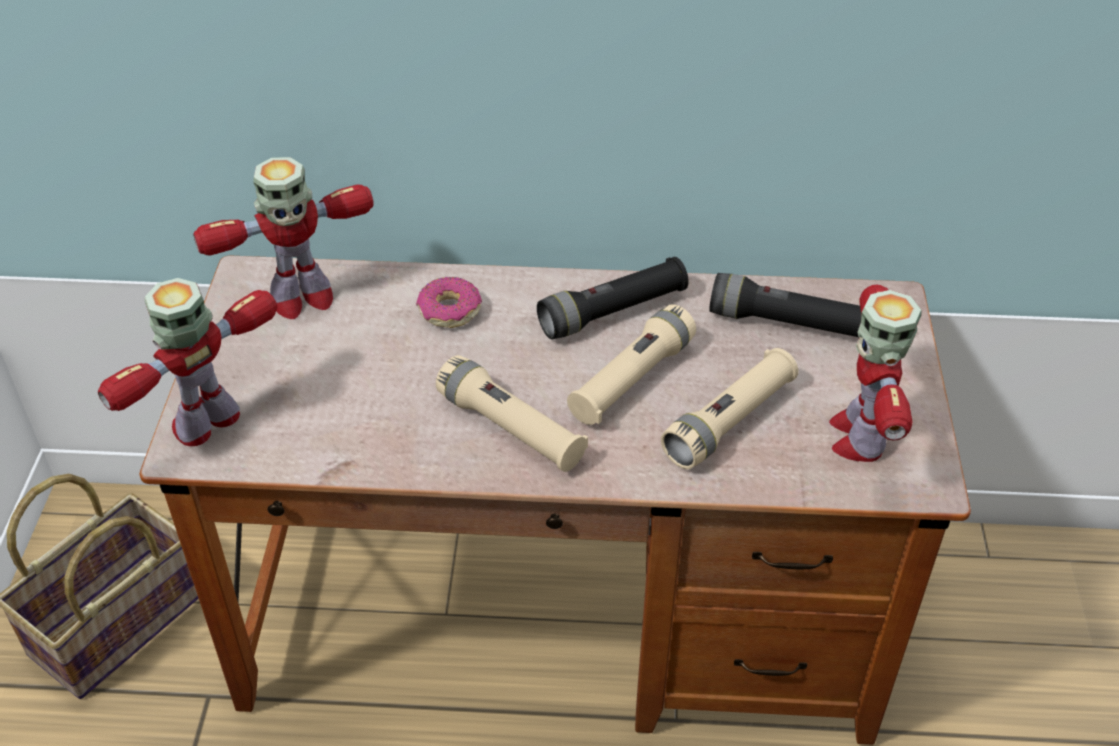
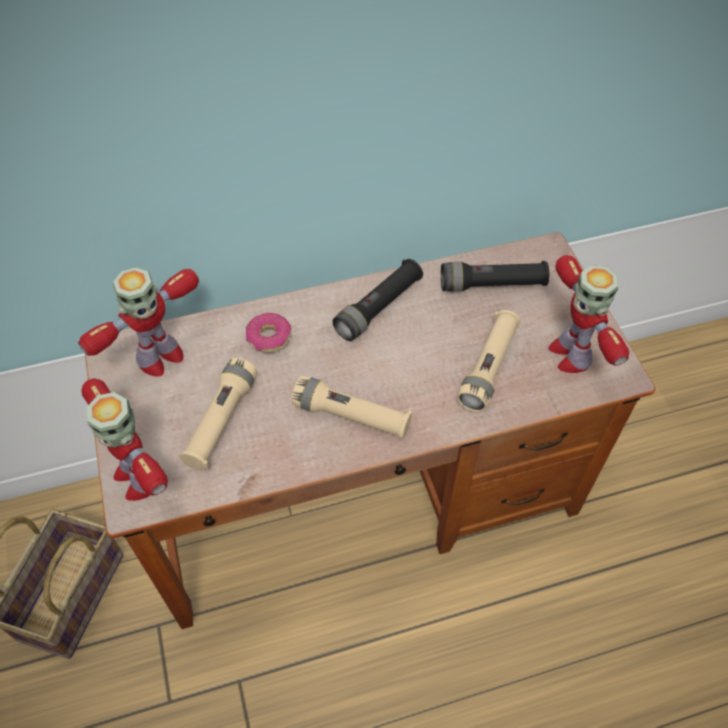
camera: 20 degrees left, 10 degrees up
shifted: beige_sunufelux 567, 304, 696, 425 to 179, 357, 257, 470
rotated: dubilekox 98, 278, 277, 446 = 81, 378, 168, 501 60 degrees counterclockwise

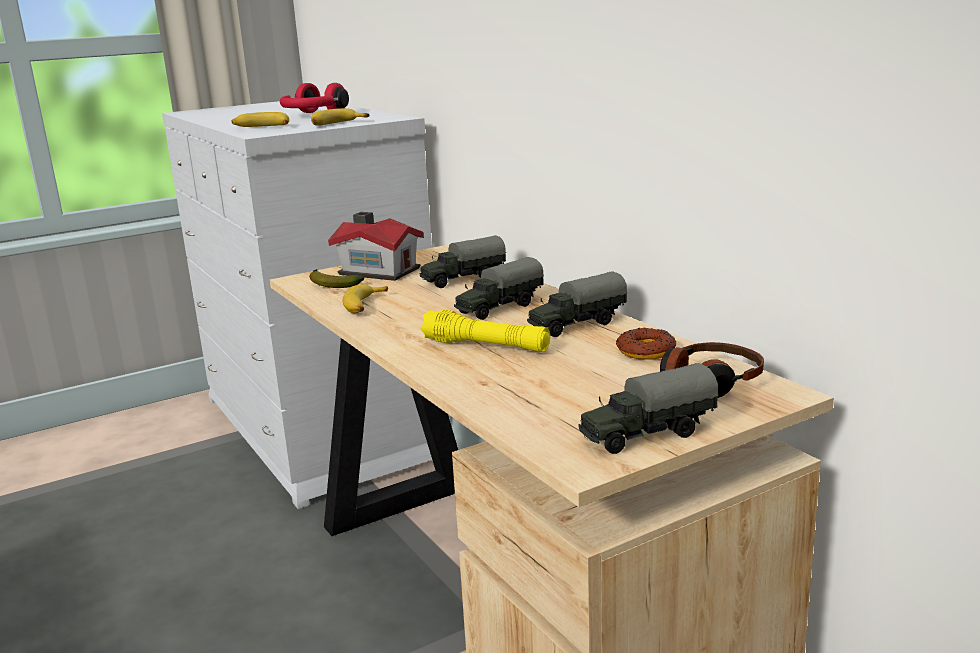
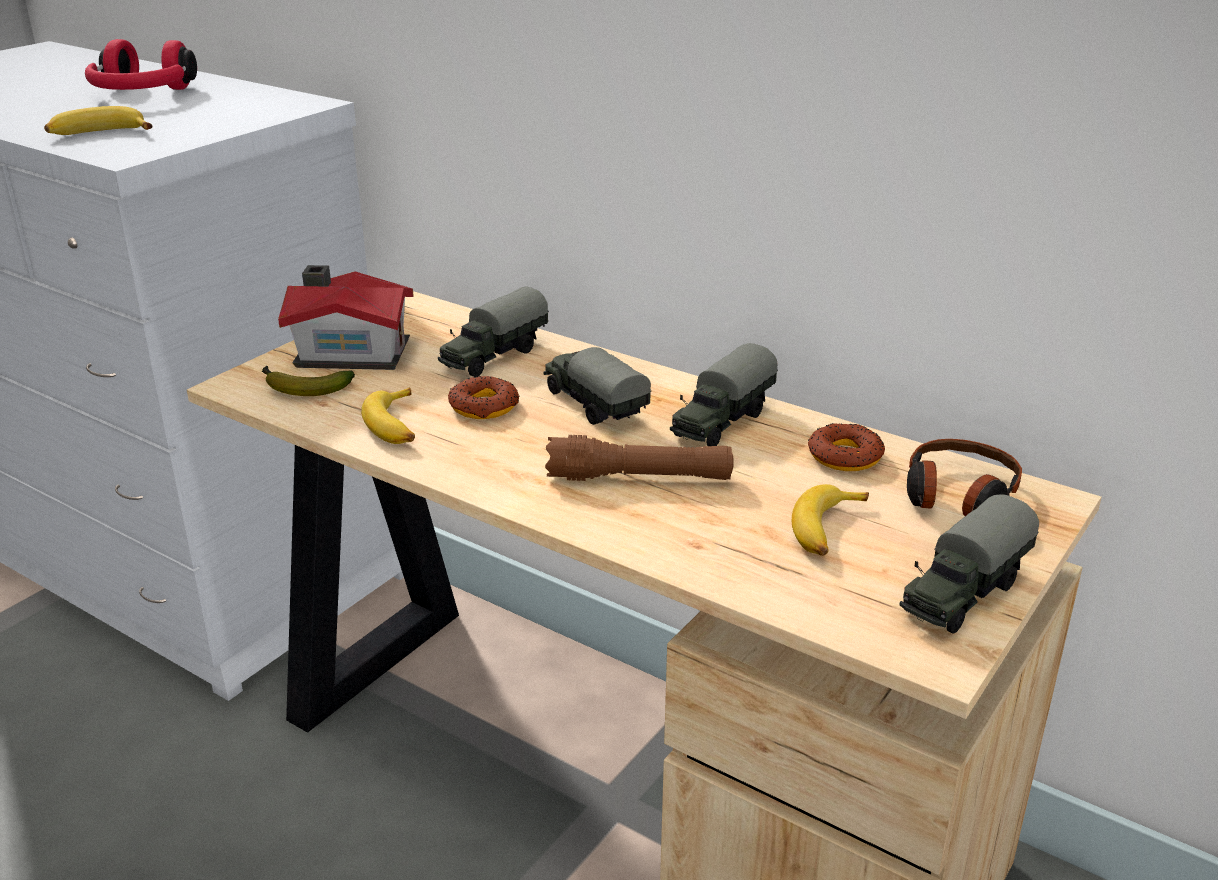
camera: 25 degrees left, 10 degrees up
new: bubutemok 448, 376, 520, 419
shifted: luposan 311, 108, 370, 126 to 792, 484, 869, 556
repainted: yellow_sunufelux 420, 309, 550, 352 to brown_sunufelux 545, 435, 734, 481
rotated: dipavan 454, 257, 544, 320 = 544, 347, 651, 425 120 degrees clockwise

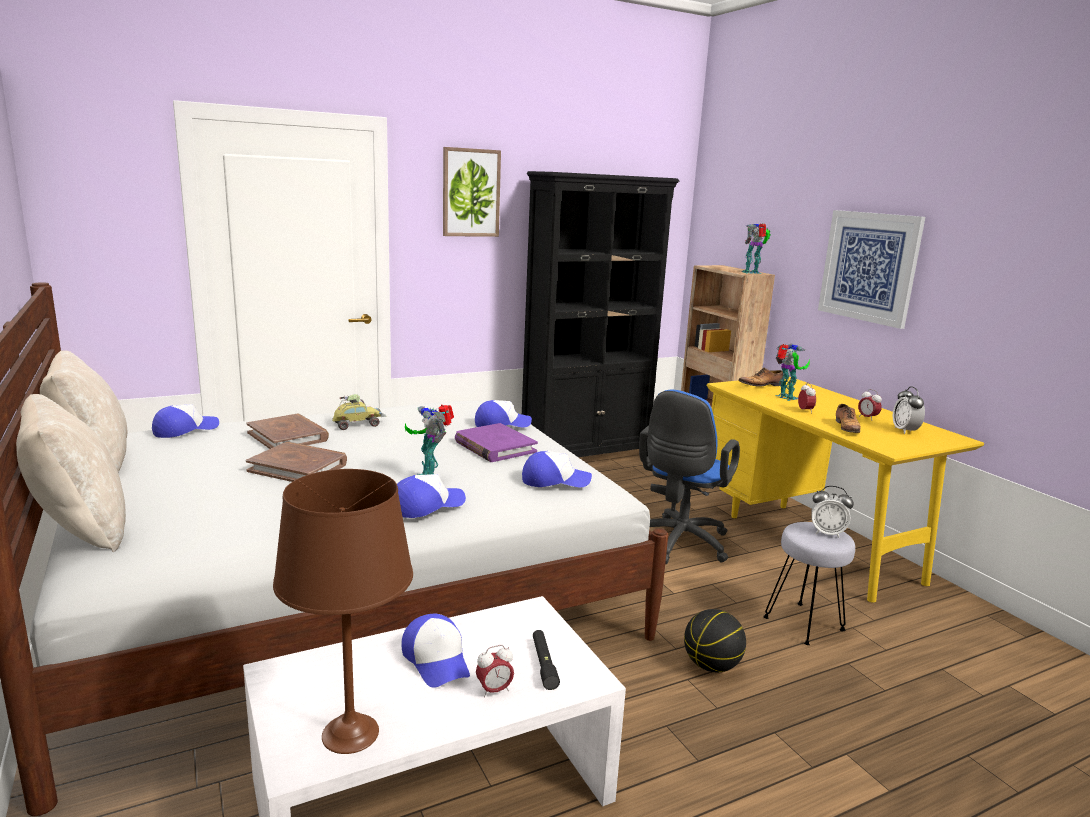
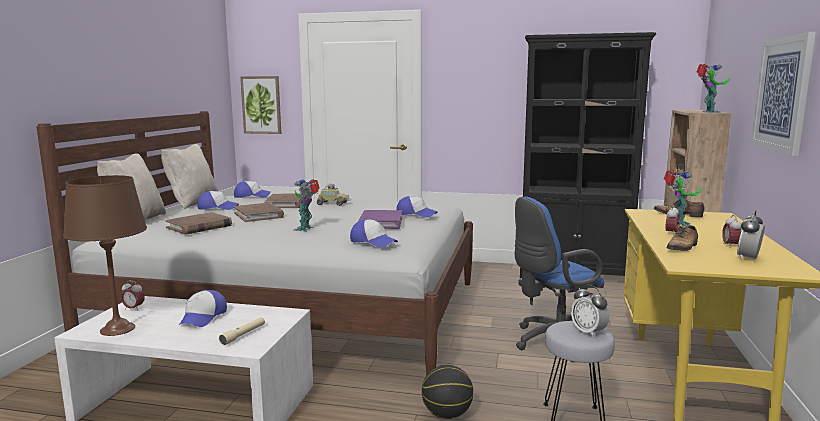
camera: 40 degrees right, 5 degrees down
new: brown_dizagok 165, 212, 232, 235
shifted: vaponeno 443, 147, 501, 237 to 240, 76, 282, 134; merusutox 397, 474, 466, 518 to 197, 191, 239, 210; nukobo 476, 645, 514, 698 to 121, 281, 145, 310
repainted: black_sunufelux 533, 630, 560, 690 to beige_sunufelux 219, 317, 265, 346
rotated: dubilekox 741, 223, 771, 274 = 697, 64, 730, 113 75 degrees clockwise

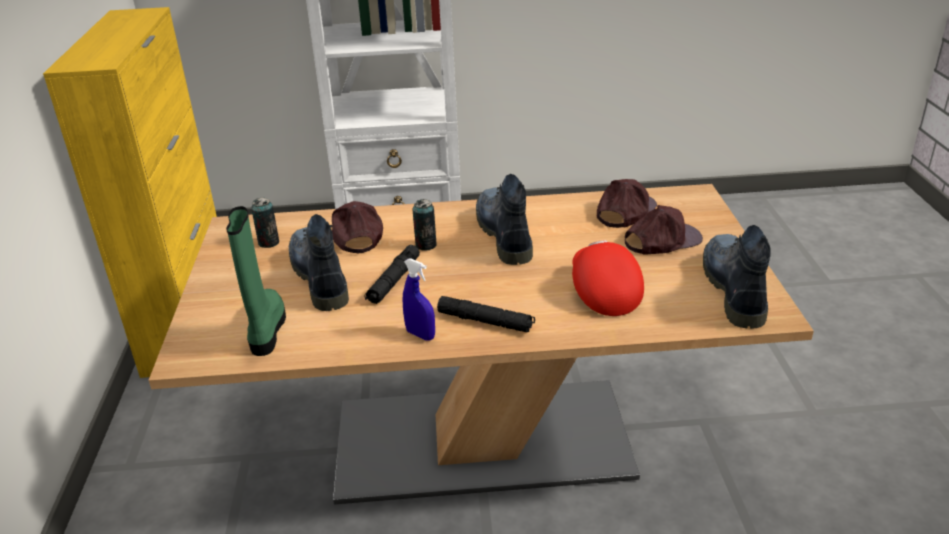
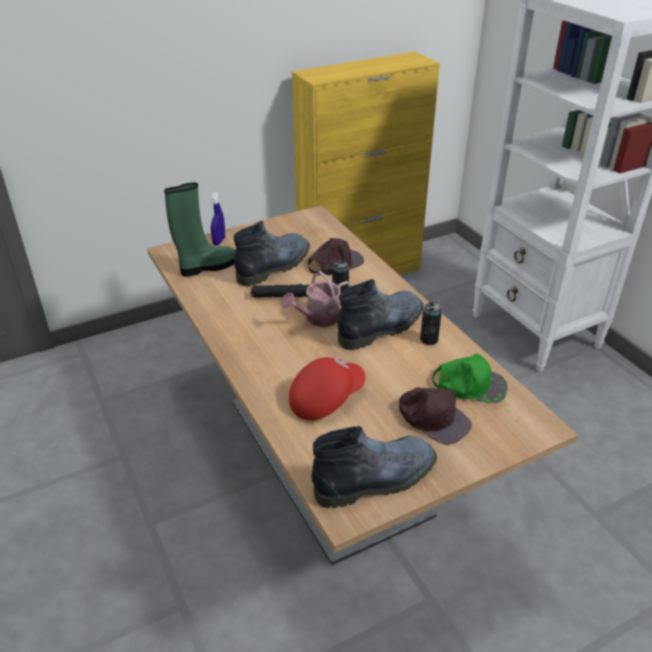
camera: 65 degrees right, 5 degrees up
gone: black_sunufelux 437, 296, 535, 332
new: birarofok 281, 271, 352, 327
shifted: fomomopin 251, 197, 279, 248 to 420, 302, 442, 345; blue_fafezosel 403, 258, 435, 341 to 210, 192, 225, 246
repainted: brown_merusutox 596, 179, 657, 228 to green_merusutox 432, 353, 508, 403

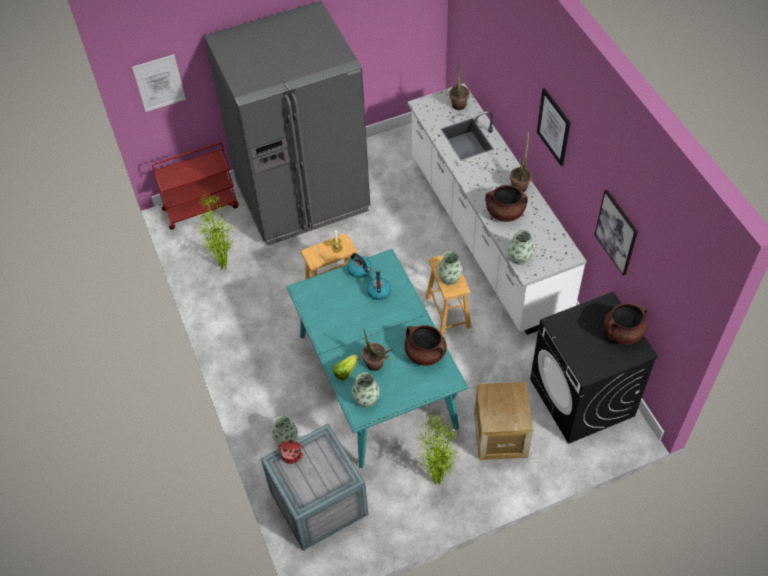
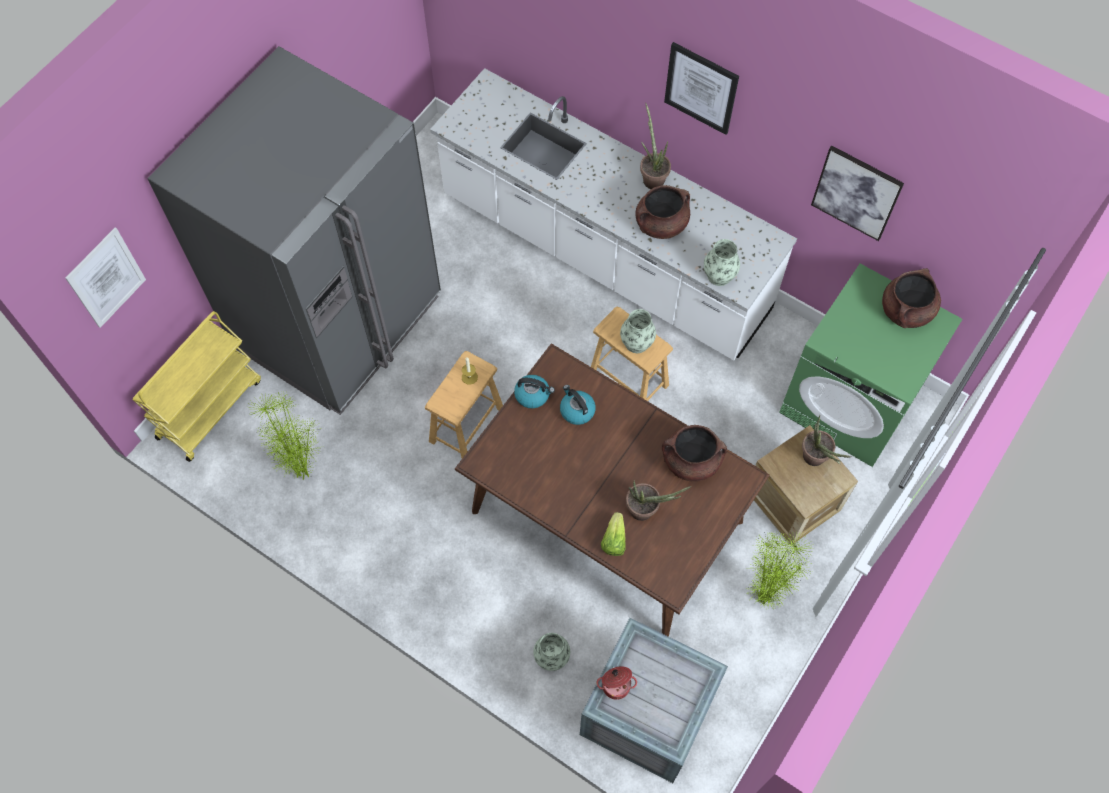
camera: 35 degrees left, 10 degrees up
gone: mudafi 352, 372, 380, 408
shifted: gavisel 449, 62, 470, 110 to 802, 415, 851, 466
repainted: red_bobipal 152, 142, 239, 230 to yellow_bobipal 132, 311, 261, 462; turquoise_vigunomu 286, 249, 468, 468 to brown_vigunomu 455, 343, 770, 637; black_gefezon 530, 291, 658, 444 to green_gefezon 779, 263, 962, 467

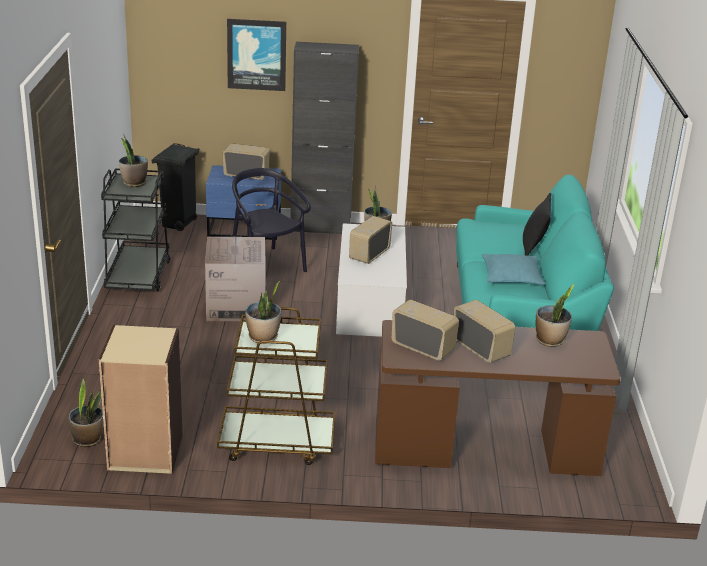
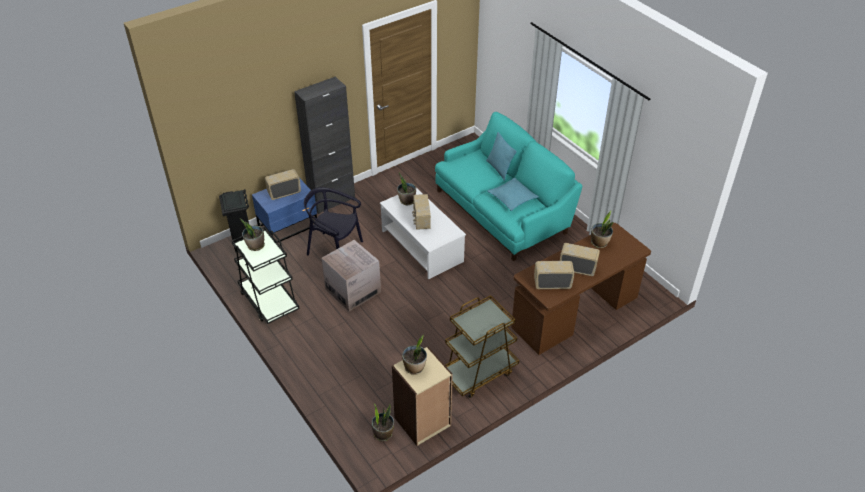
camera: 35 degrees left, 15 degrees up
gone: vaponeno 227, 19, 286, 91
shifted: gavisel 245, 281, 281, 344 to 402, 335, 427, 375
repainted: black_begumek 523, 193, 551, 256 to turquoise_begumek 486, 132, 517, 181

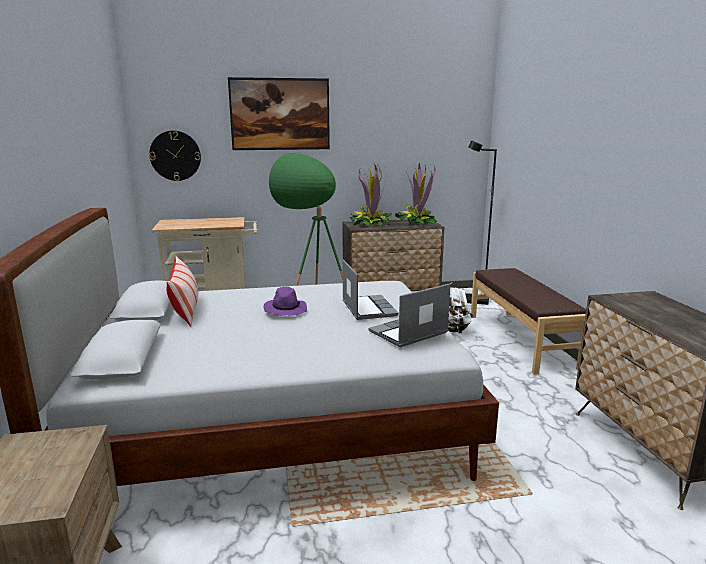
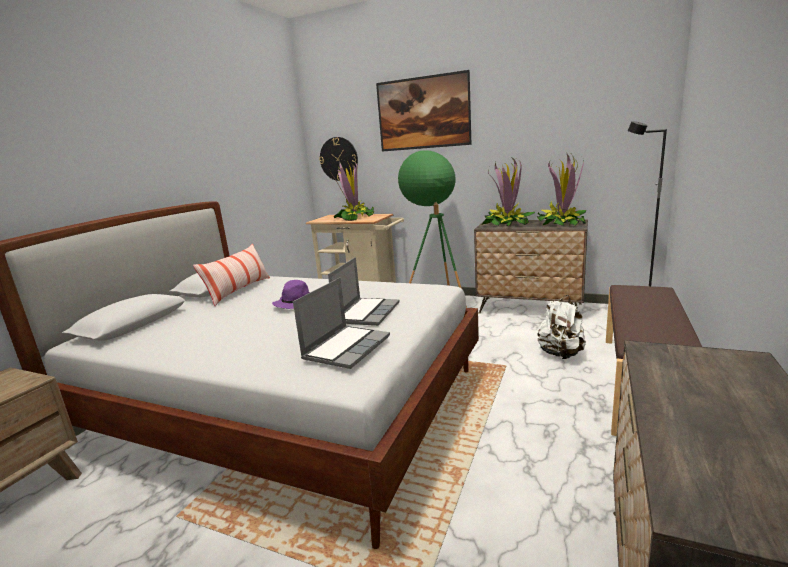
camera: 35 degrees right, 0 degrees up
new: gavisel 330, 159, 374, 221
rotated: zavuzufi 368, 283, 450, 347 = 293, 278, 390, 369 120 degrees clockwise

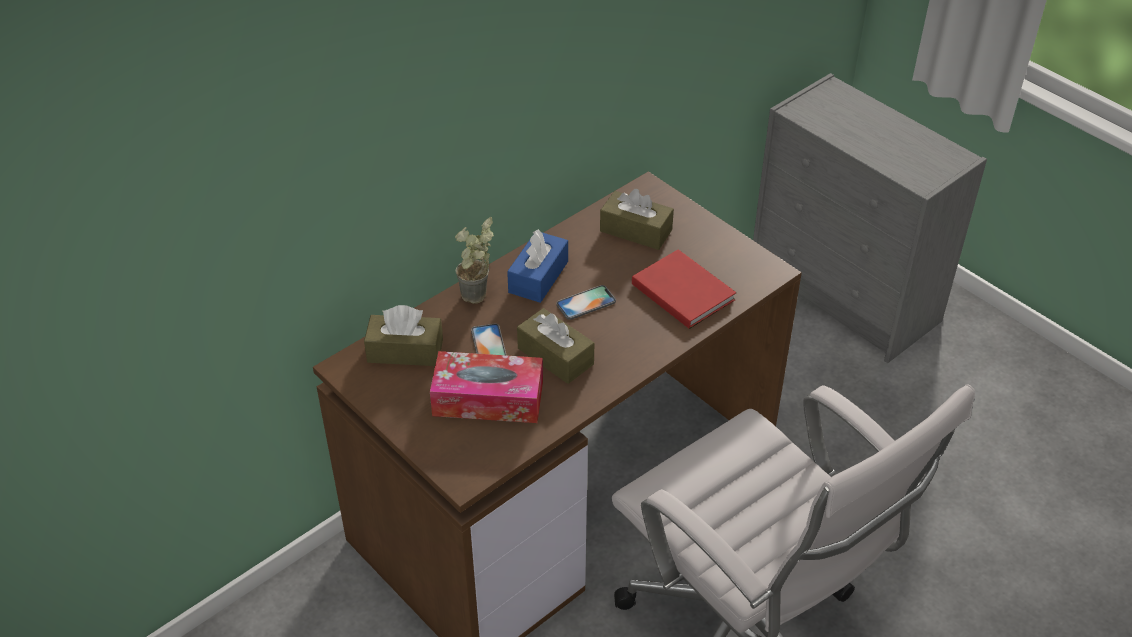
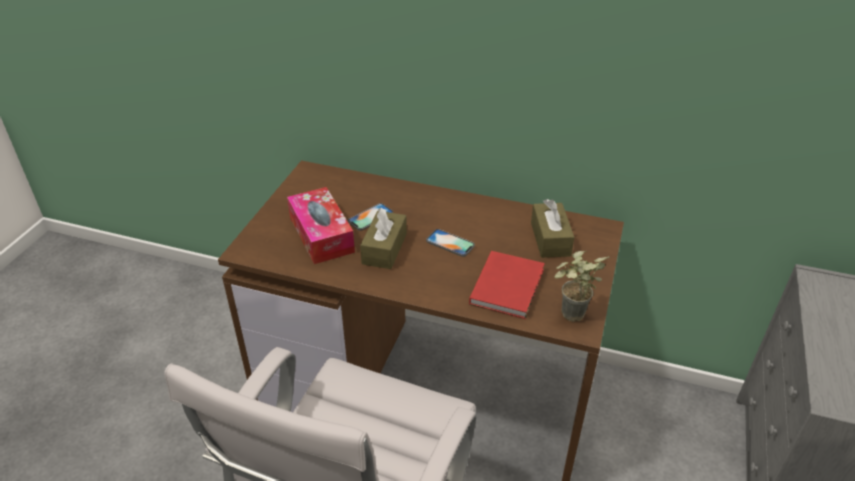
camera: 60 degrees right, 5 degrees down
gone: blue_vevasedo 507, 230, 568, 303; brown_vevasedo 364, 305, 443, 366
shifted: gavisel 455, 217, 494, 304 to 554, 251, 609, 322

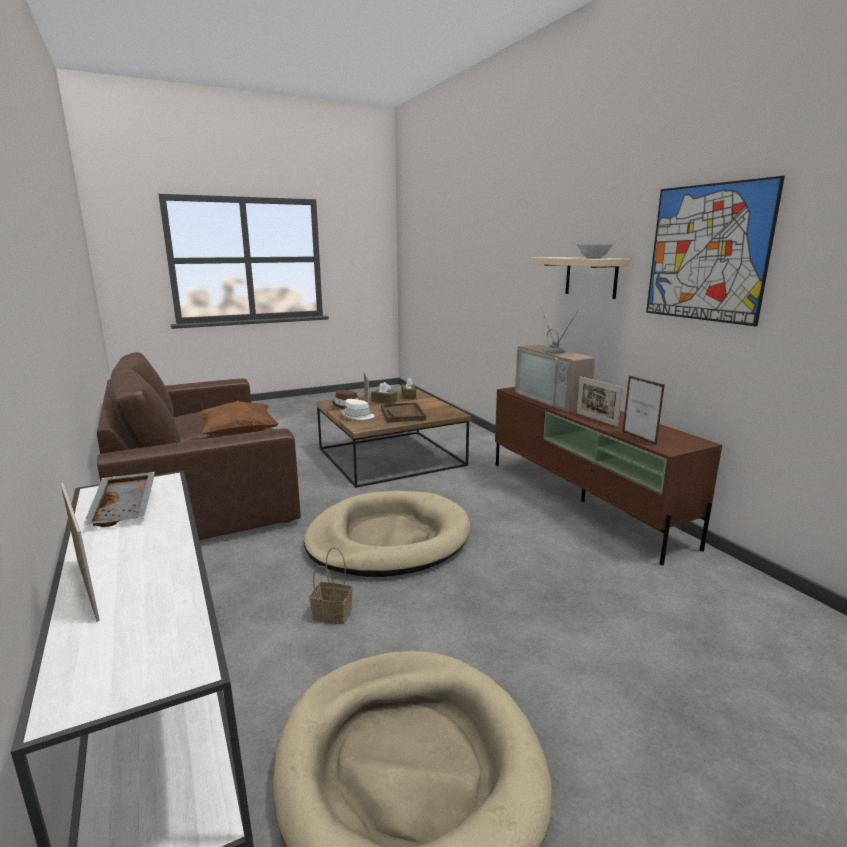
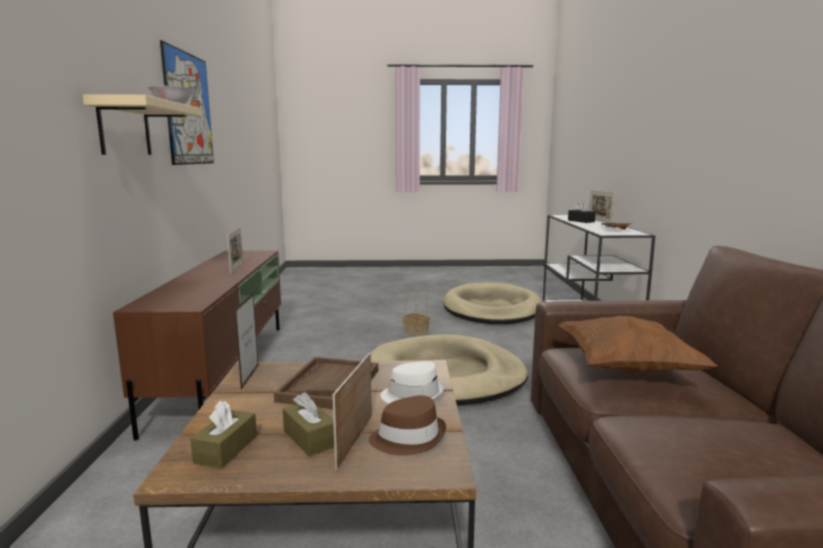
camera: 155 degrees left, 5 degrees down
gone: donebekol 515, 306, 595, 412
new: black_vevasedo 568, 201, 596, 223
shifted: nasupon 622, 375, 665, 445 to 235, 293, 258, 389; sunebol 310, 547, 353, 624 to 403, 291, 430, 336

